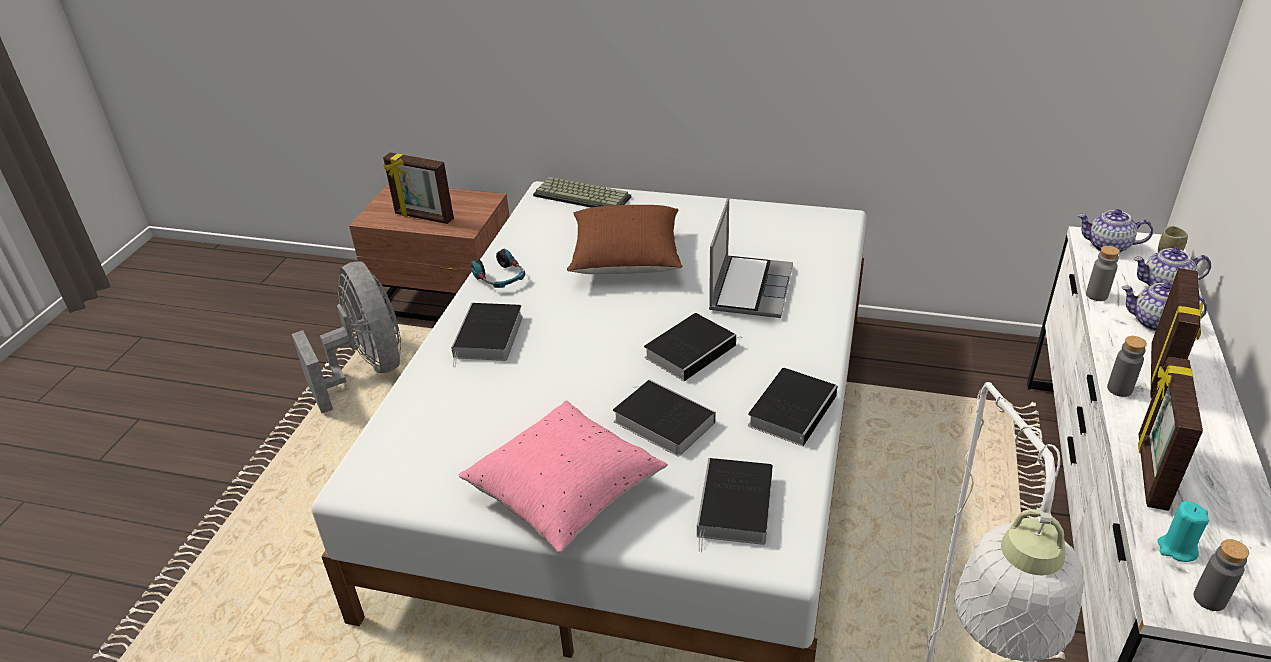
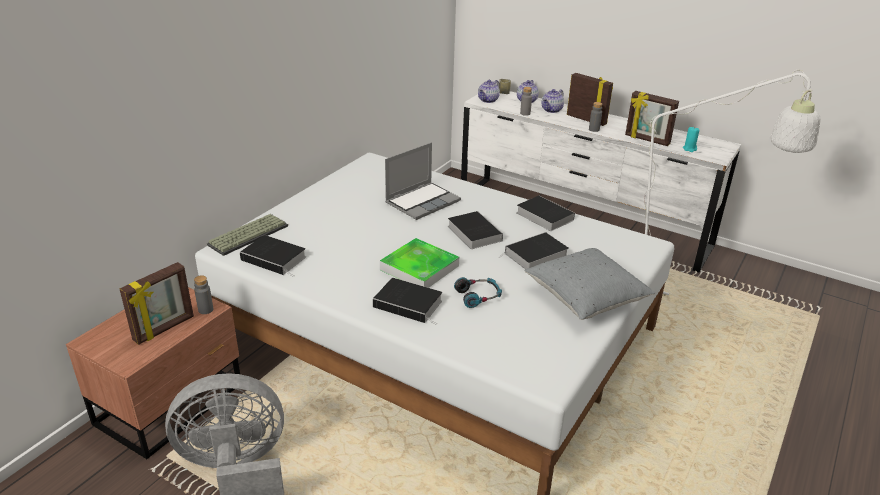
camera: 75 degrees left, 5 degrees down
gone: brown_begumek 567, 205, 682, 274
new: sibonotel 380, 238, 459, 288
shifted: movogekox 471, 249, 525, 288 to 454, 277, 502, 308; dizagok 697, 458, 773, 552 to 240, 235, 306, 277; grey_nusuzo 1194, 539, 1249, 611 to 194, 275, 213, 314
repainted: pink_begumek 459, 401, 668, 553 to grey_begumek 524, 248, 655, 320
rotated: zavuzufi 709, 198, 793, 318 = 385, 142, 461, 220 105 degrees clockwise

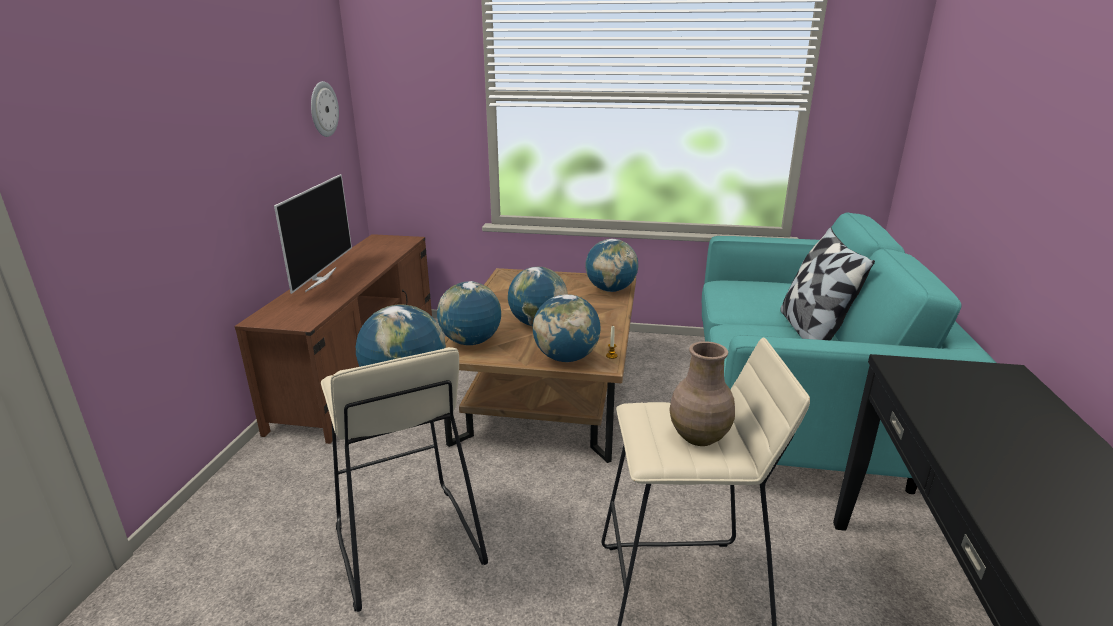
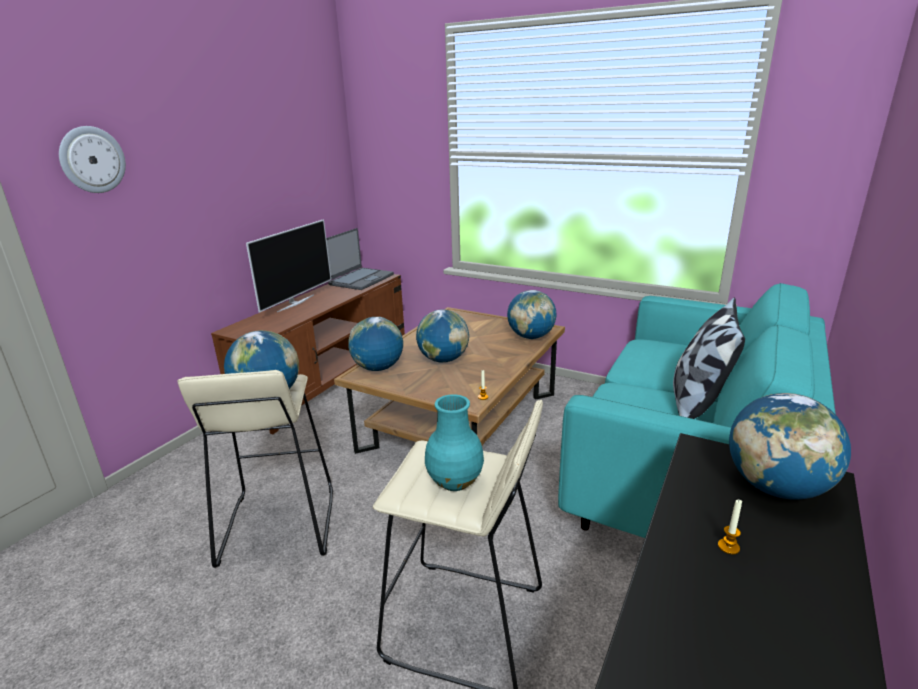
camera: 20 degrees right, 0 degrees up
new: zavuzufi 326, 228, 394, 290; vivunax 718, 500, 742, 554
shifted: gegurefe 311, 81, 339, 137 to 59, 126, 126, 193; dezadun 533, 294, 601, 362 to 729, 393, 851, 500
repainted: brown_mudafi 669, 341, 735, 446 to turquoise_mudafi 425, 394, 484, 491

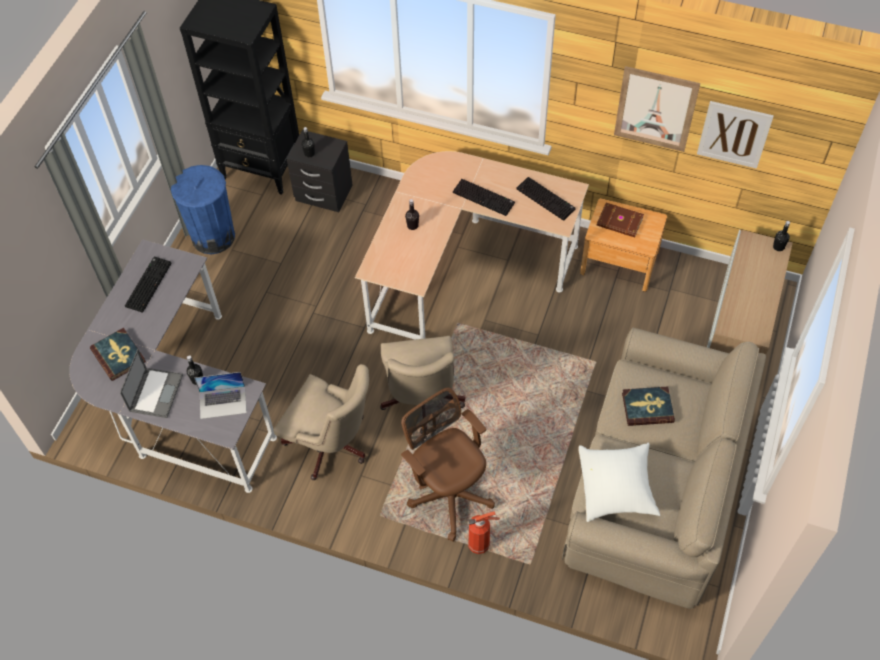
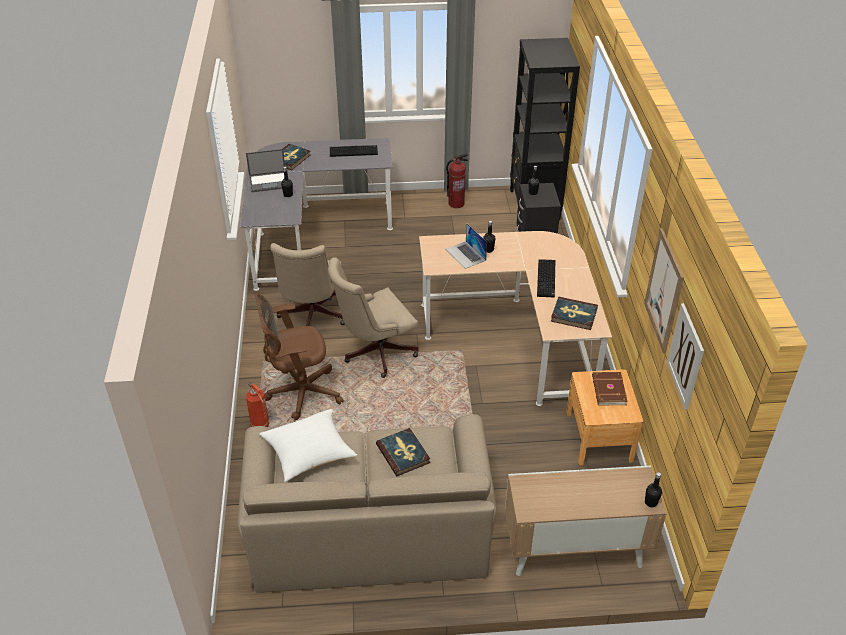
camera: 65 degrees right, 15 degrees down
shifted: zavuzufi 194, 372, 247, 419 to 446, 223, 487, 269
swapped: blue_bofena 171, 165, 235, 254 to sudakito 446, 153, 468, 208; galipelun 517, 177, 575, 221 to dizagok 551, 297, 598, 330
rotated: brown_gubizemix 401, 388, 495, 542 = 255, 293, 344, 420 135 degrees counterclockwise

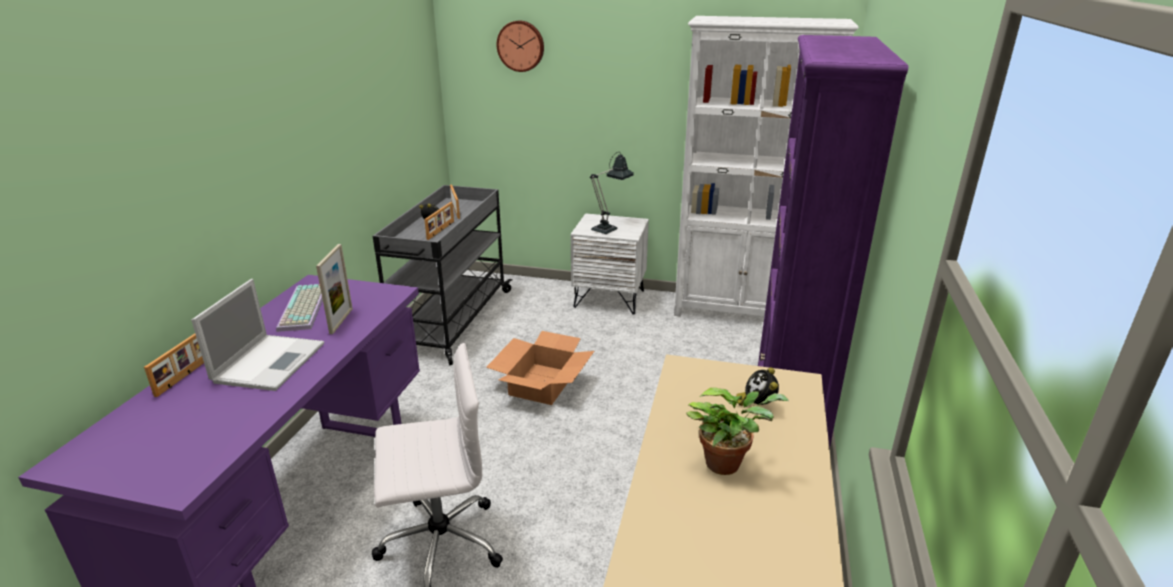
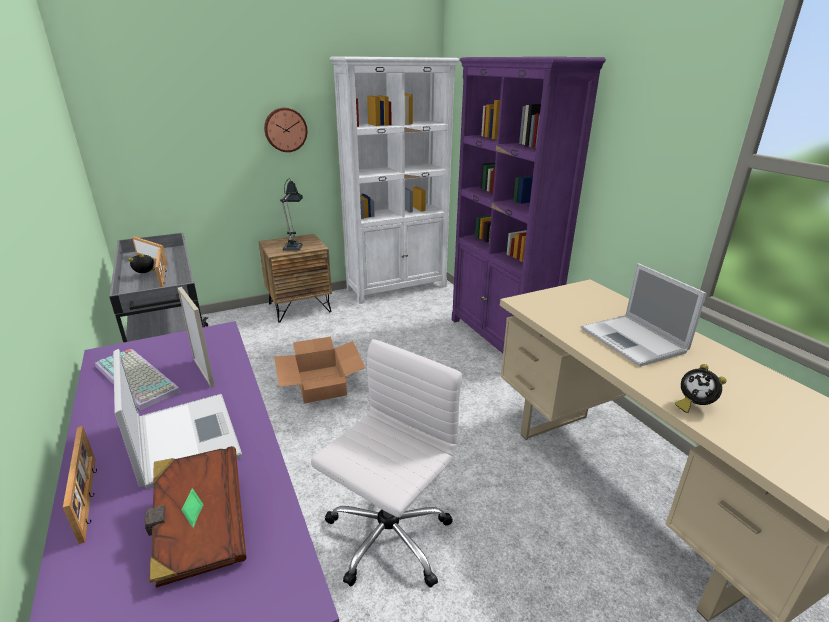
camera: 40 degrees left, 0 degrees up
new: brown_dizagok 144, 446, 246, 588
shifted: gegurefe 497, 21, 544, 72 to 264, 108, 307, 152; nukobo 736, 367, 779, 406 to 675, 364, 727, 413
swapped: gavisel 686, 387, 789, 475 to zavuzufi 581, 263, 707, 367
repainted: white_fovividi 571, 213, 649, 314 to brown_fovividi 259, 234, 332, 323

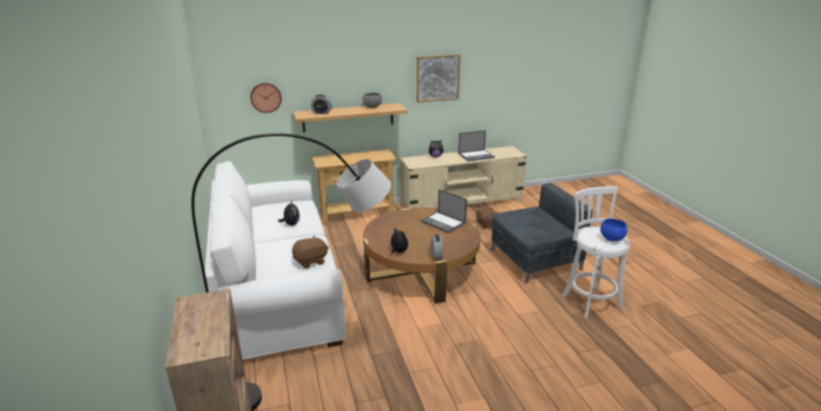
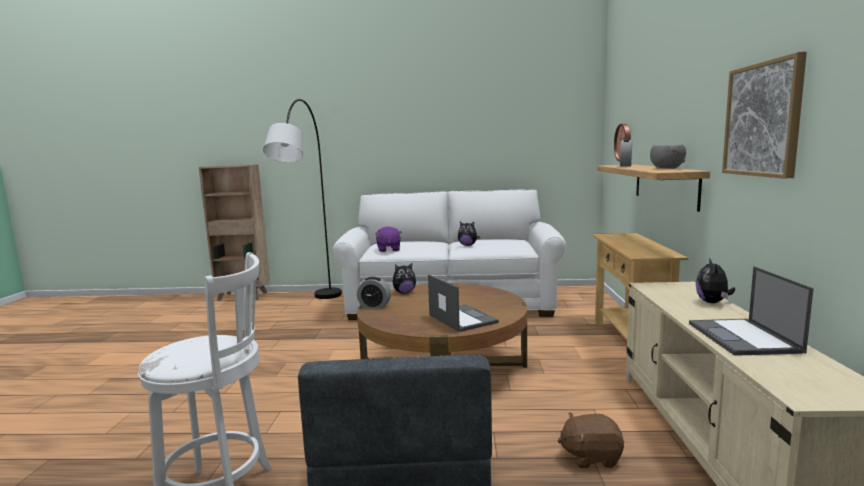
camera: 110 degrees right, 15 degrees down
gone: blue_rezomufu 600, 219, 627, 241
repainted: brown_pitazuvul 292, 236, 329, 269 to purple_pitazuvul 375, 226, 402, 252
rotated: zavuzufi 421, 190, 467, 233 = 428, 274, 499, 332 90 degrees clockwise

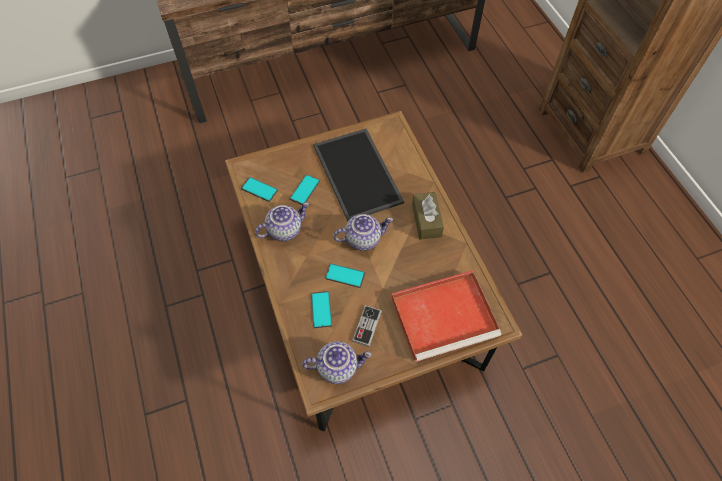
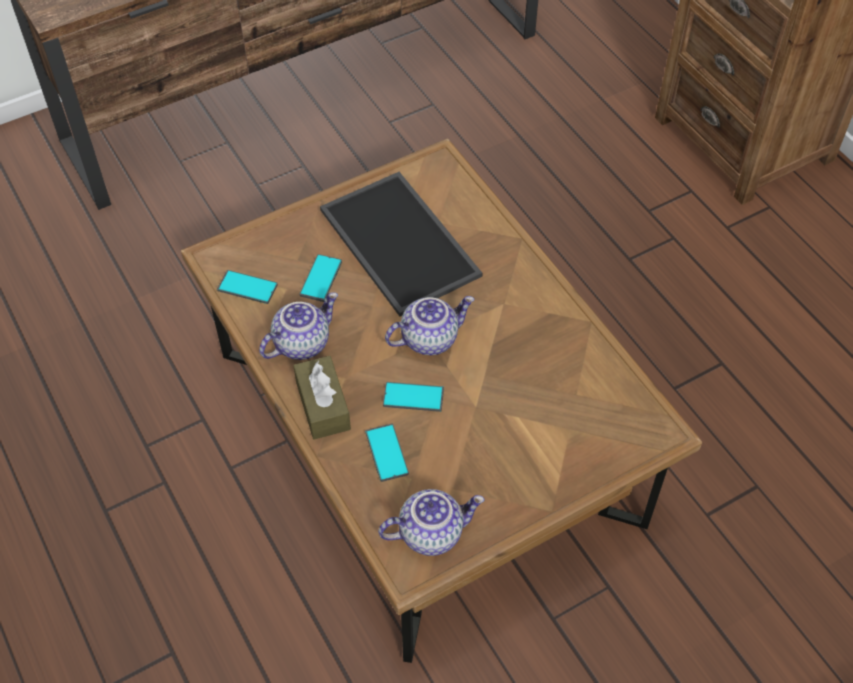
camera: 10 degrees left, 5 degrees down
gone: red_sibonotel 391, 270, 501, 362; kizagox 352, 305, 382, 347
shifted: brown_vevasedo 412, 192, 444, 240 to 293, 356, 351, 439

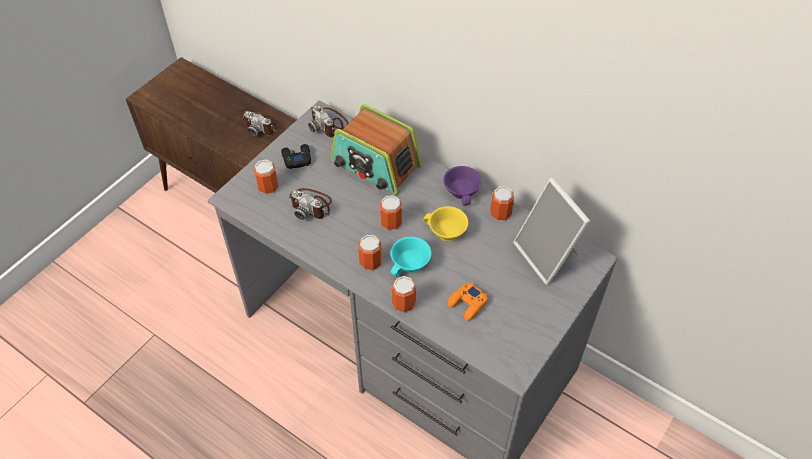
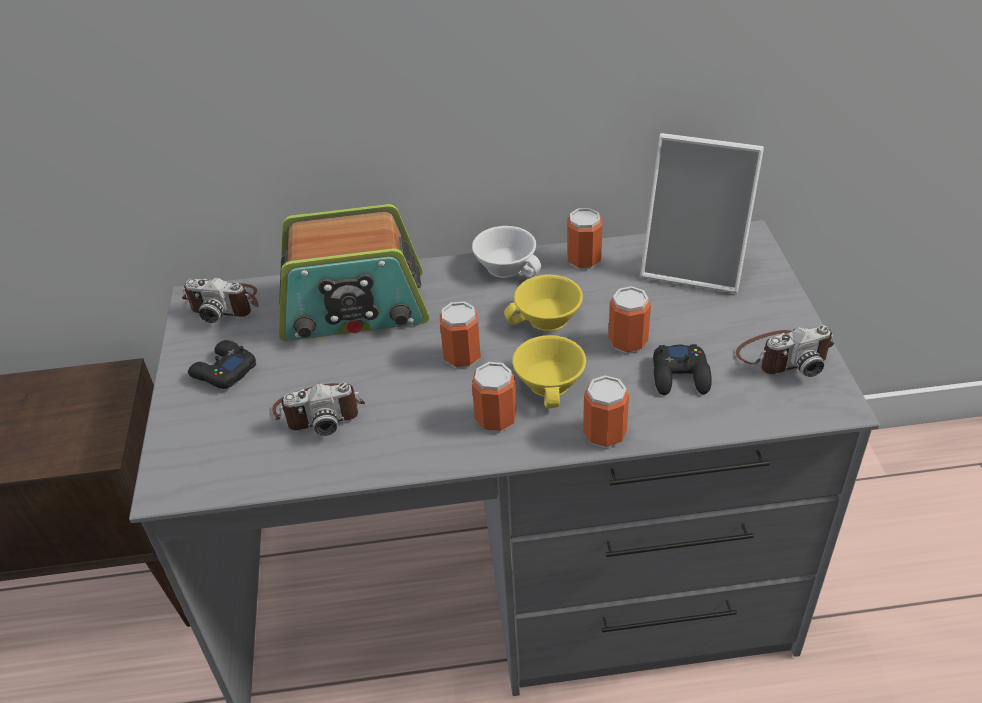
camera: 40 degrees left, 10 degrees down
shifted: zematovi 242, 111, 280, 136 to 736, 325, 834, 377; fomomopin 254, 160, 278, 194 to 608, 286, 651, 354
repainted: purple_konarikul 443, 166, 482, 206 to white_konarikul 472, 226, 541, 278; turquoise_konarikul 391, 237, 431, 277 to yellow_konarikul 512, 335, 586, 409; orange_kizagox 447, 283, 488, 321 to black_kizagox 653, 344, 712, 395

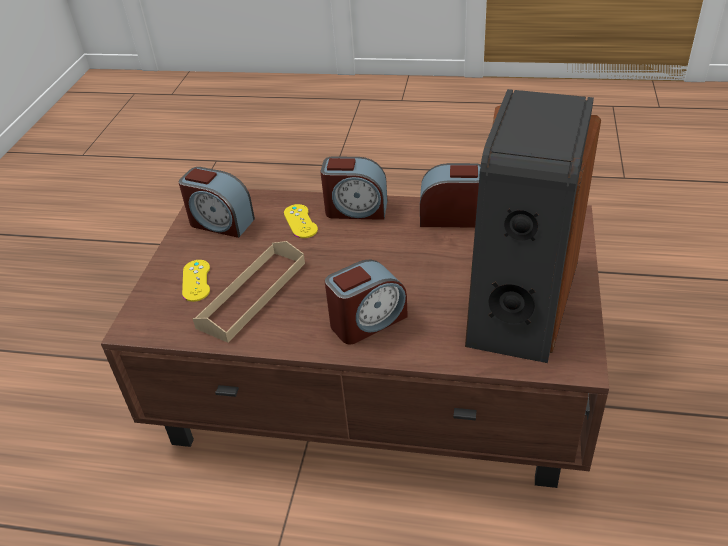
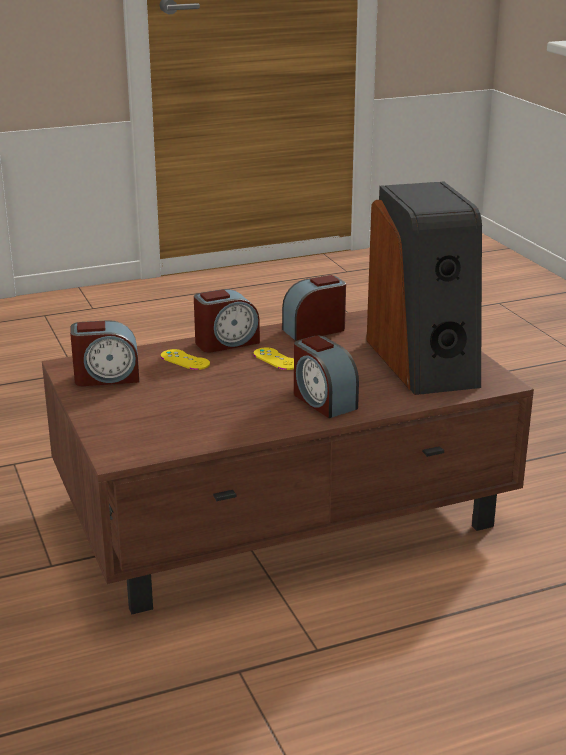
camera: 35 degrees left, 15 degrees down
gone: beige_sibonotel 193, 241, 305, 343
shifted: yellow_kizagox 182, 260, 210, 302 to 253, 347, 294, 370
rotated: nukobo 325, 259, 408, 344 = 294, 336, 359, 418 120 degrees clockwise

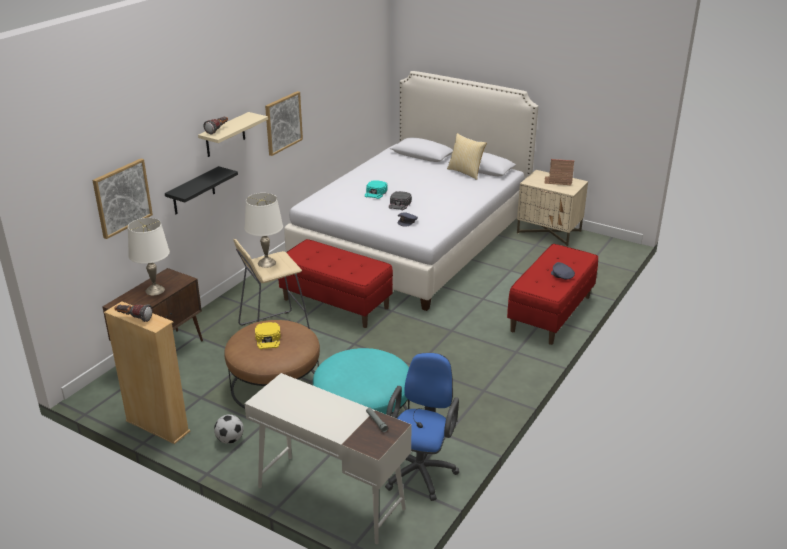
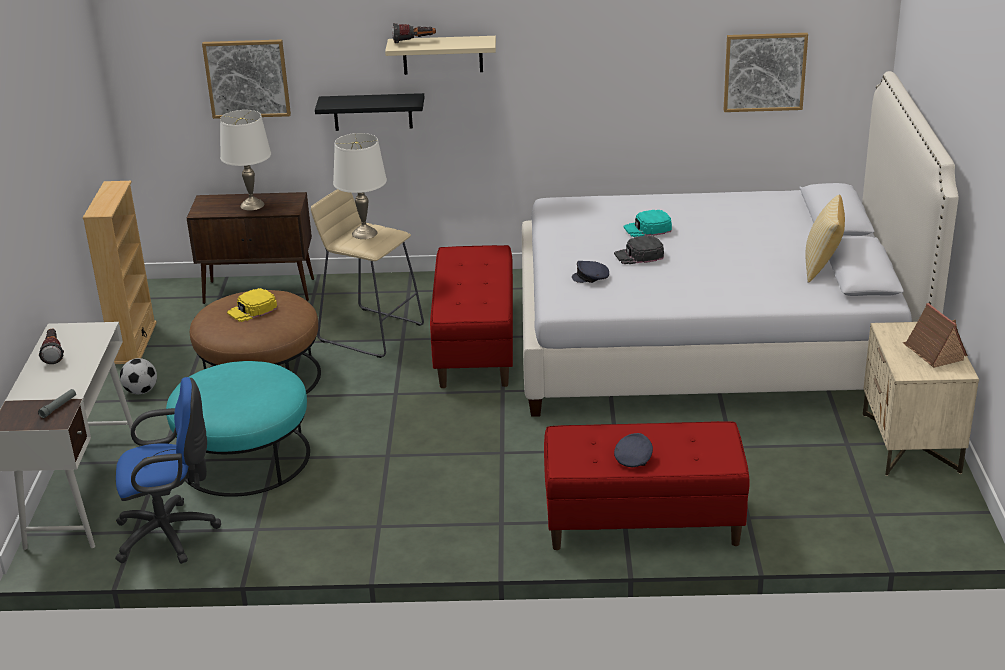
camera: 60 degrees right, 0 degrees up
shifted: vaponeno 265, 91, 303, 156 to 724, 33, 808, 112; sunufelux 114, 304, 153, 322 to 39, 328, 64, 364

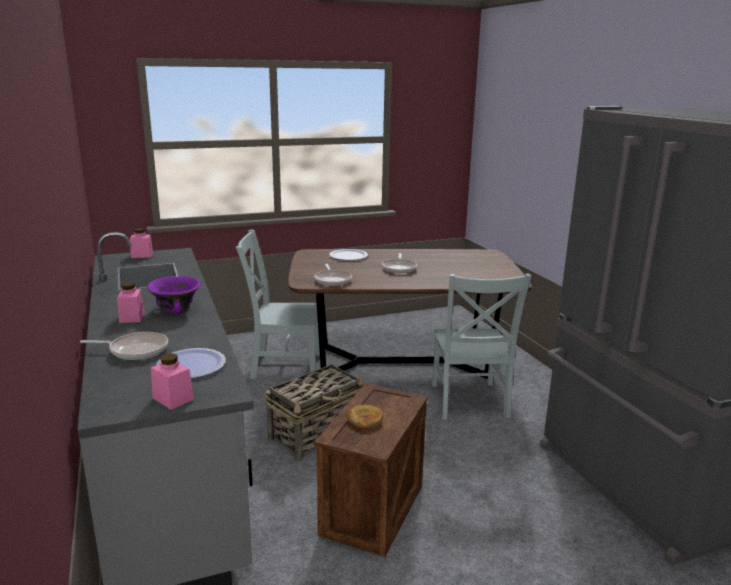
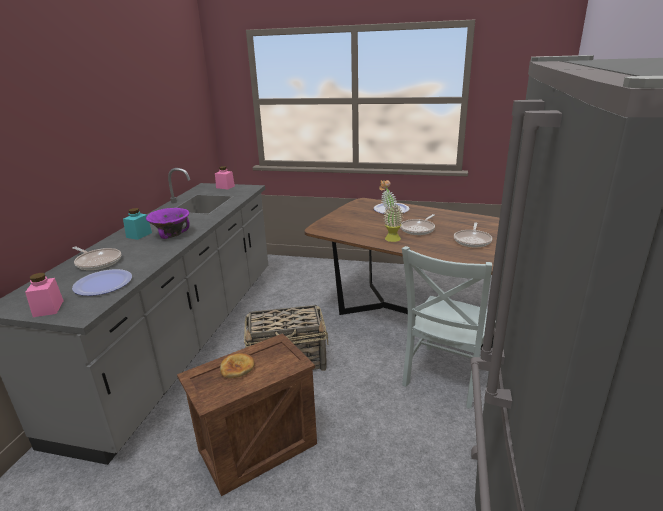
camera: 35 degrees right, 5 degrees up
gone: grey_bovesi 236, 229, 320, 379
new: gavisel 379, 180, 403, 242
shifted: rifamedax 314, 264, 352, 286 to 454, 222, 492, 247
repainted: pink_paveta 117, 282, 144, 323 to turquoise_paveta 123, 208, 152, 240

